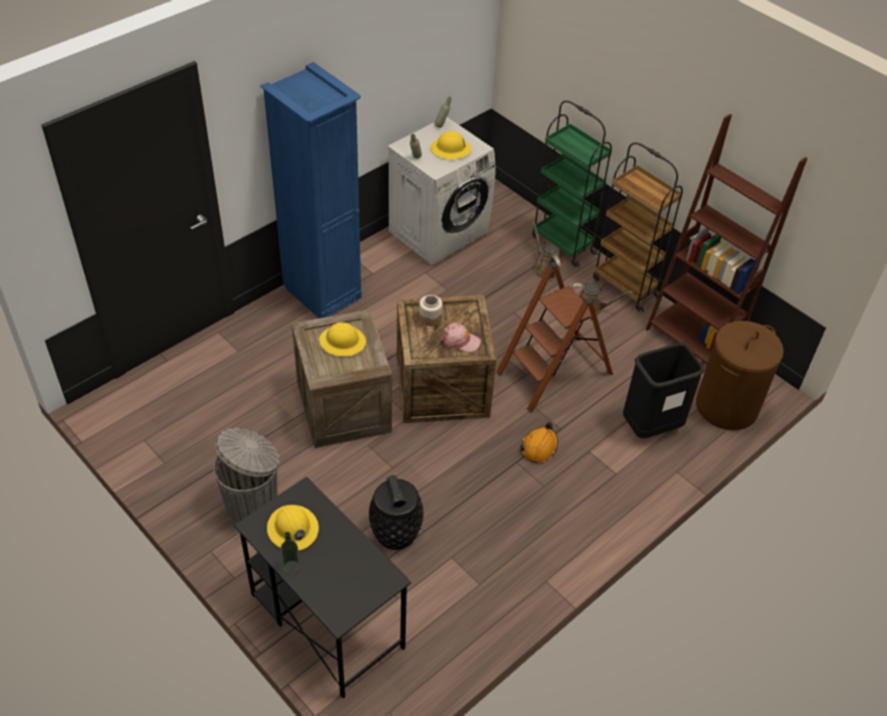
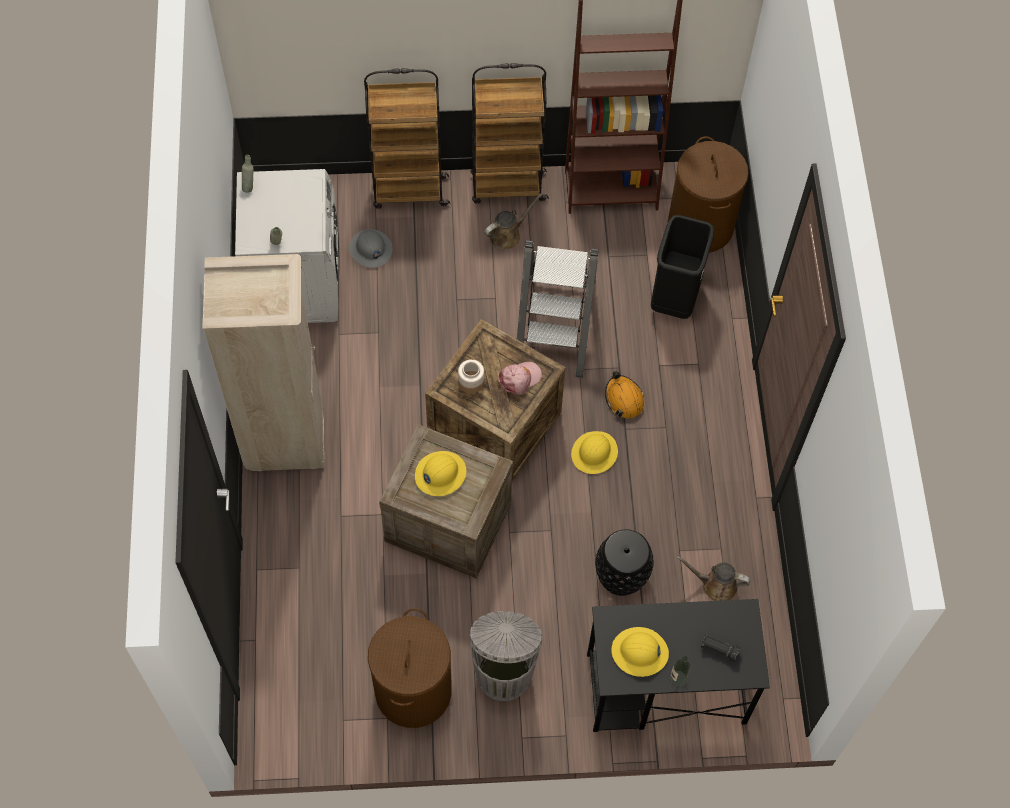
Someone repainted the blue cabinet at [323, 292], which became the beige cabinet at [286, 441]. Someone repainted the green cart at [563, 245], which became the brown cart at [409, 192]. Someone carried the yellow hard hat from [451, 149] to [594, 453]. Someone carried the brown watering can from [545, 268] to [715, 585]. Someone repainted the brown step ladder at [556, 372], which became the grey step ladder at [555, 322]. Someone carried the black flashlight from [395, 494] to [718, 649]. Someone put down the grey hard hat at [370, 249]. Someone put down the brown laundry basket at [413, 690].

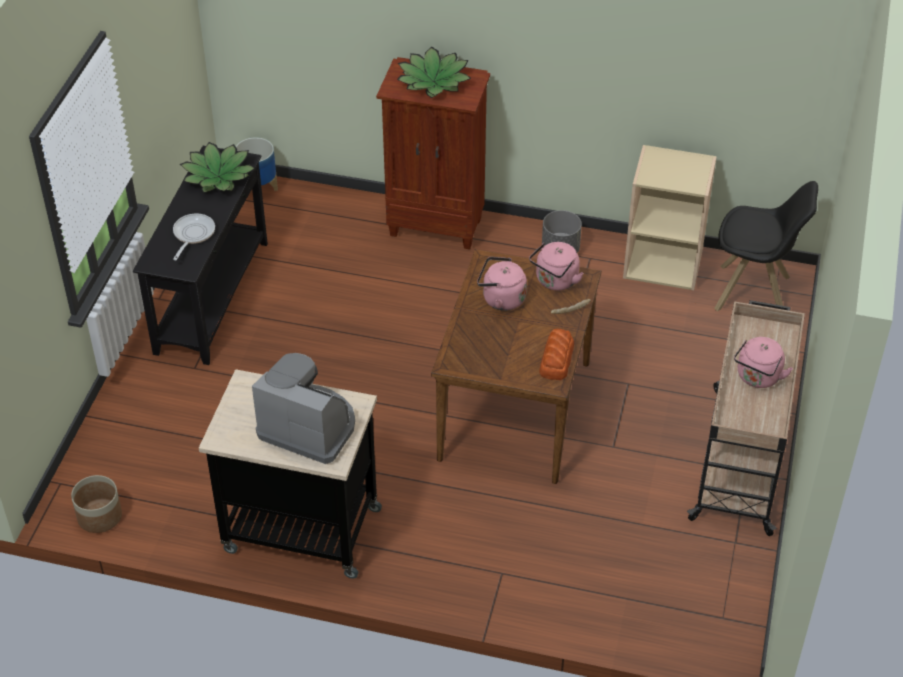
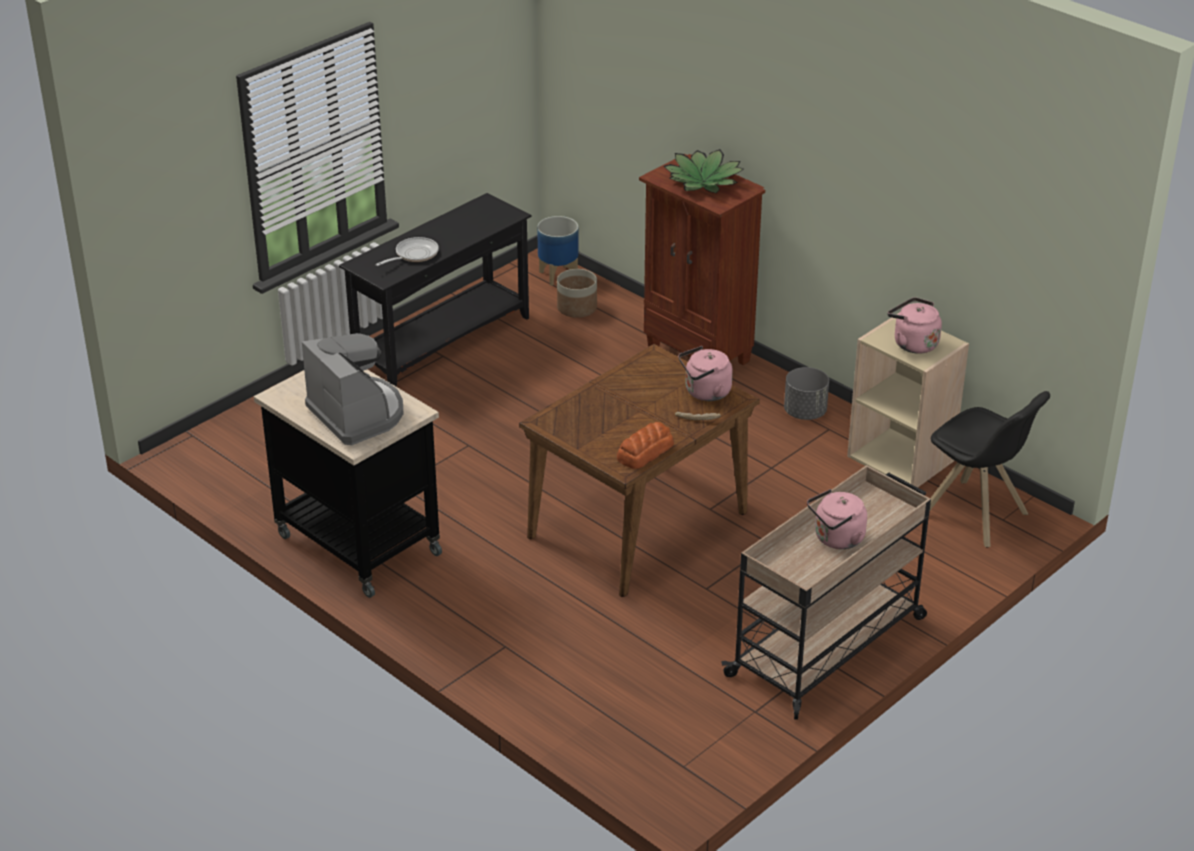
Someone took away the potted plant at [218, 176]. Someone carried the pink kettle from [501, 299] to [913, 343]. Someone carried the planter from [99, 516] to [576, 308].

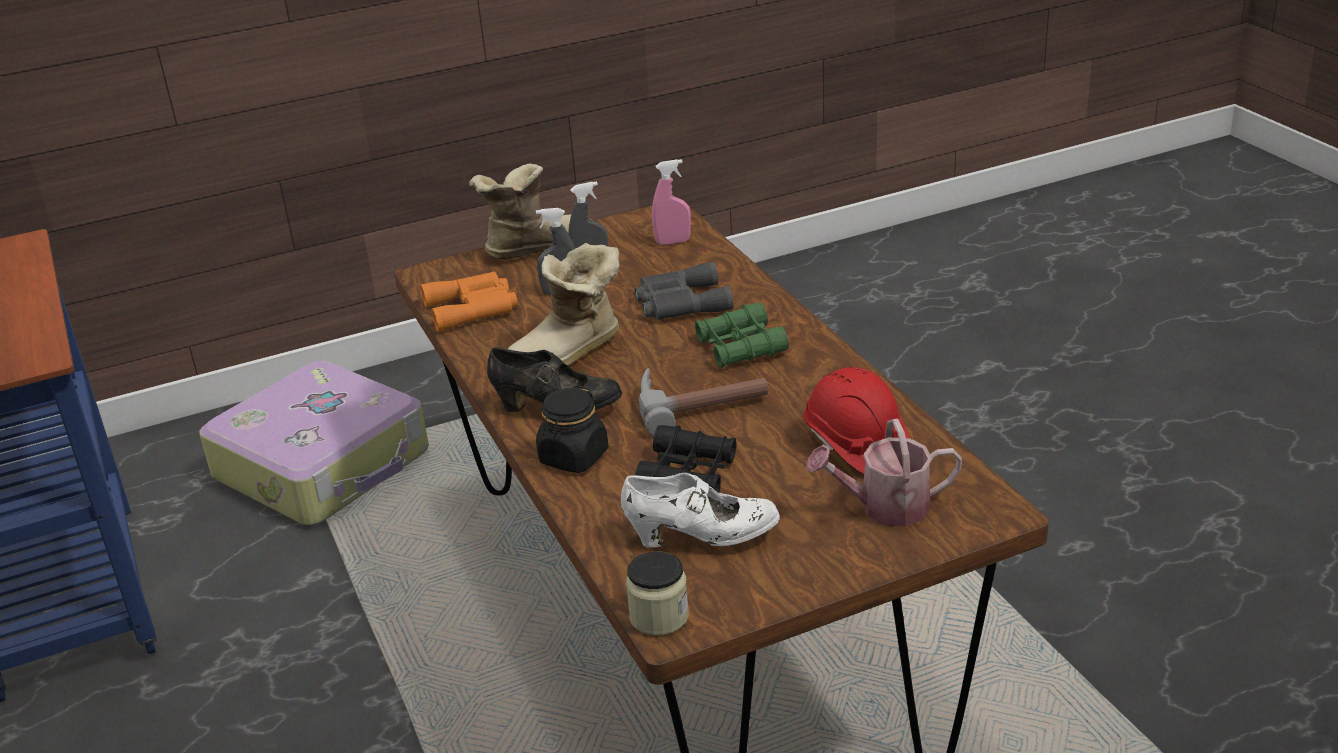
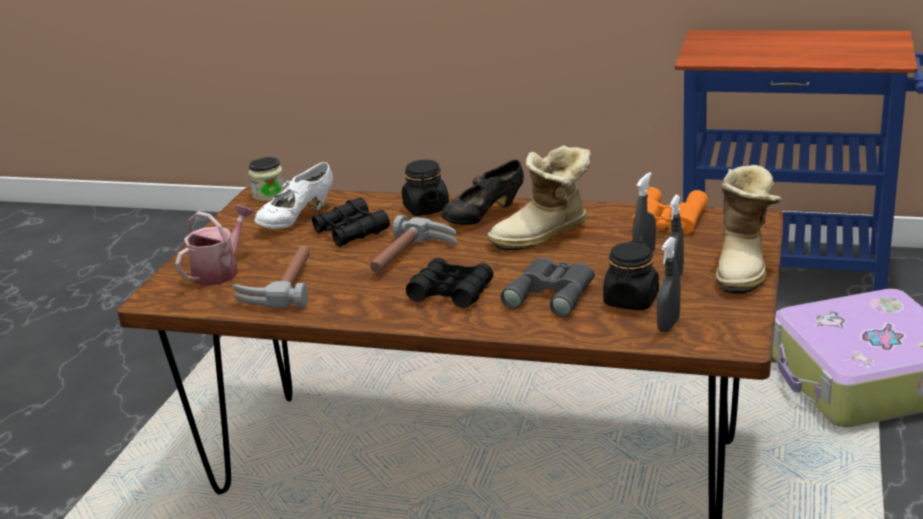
Someone repainted the pink spray bottle at [673, 242], which became the grey spray bottle at [668, 325]. Someone rotated the boot at [569, 354] by 120 degrees counterclockwise. Someone repainted the green binoculars at [740, 347], which became the black binoculars at [451, 292]. Someone swapped the red hard hat at [856, 445] for the hammer at [280, 286]. Someone put down the black jar at [631, 300].

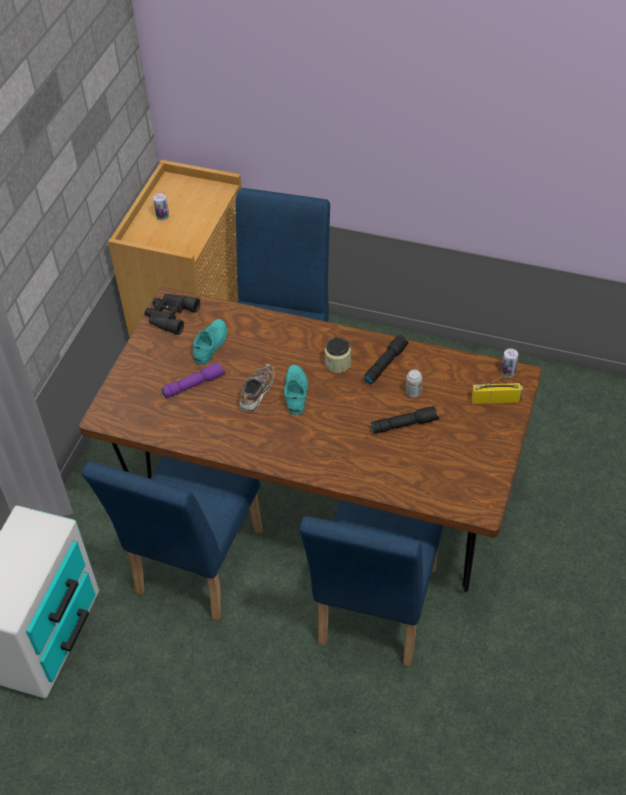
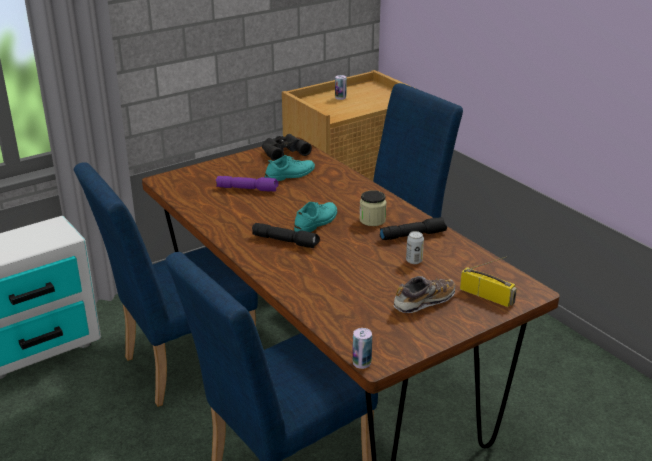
Someone carried the can from [508, 372] to [361, 363]. Someone carried the shoe from [257, 392] to [424, 302]. Someone carried the black flashlight from [404, 424] to [286, 241].

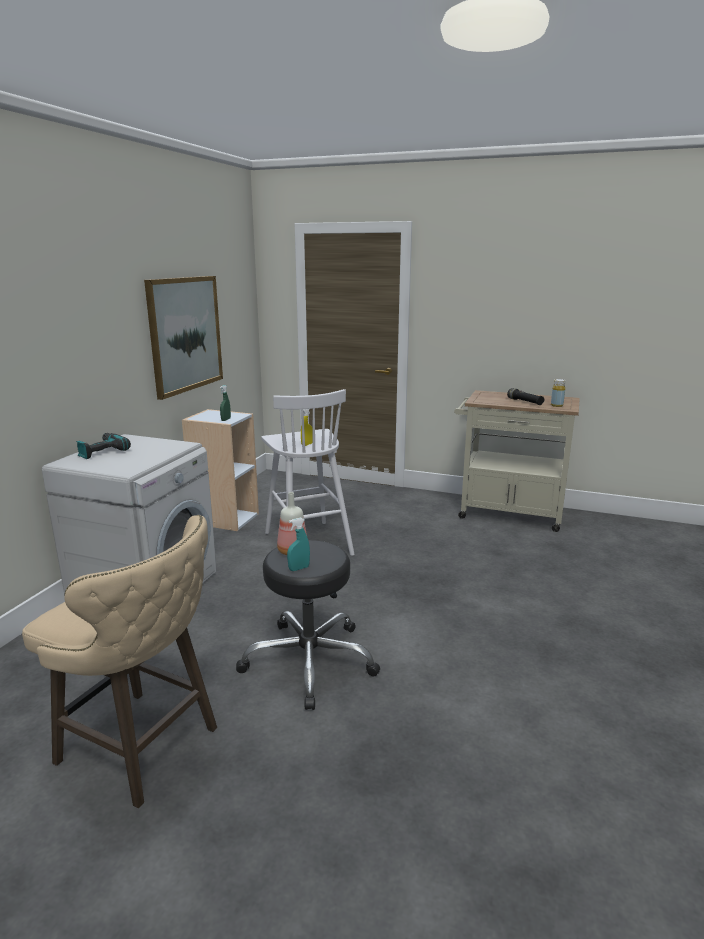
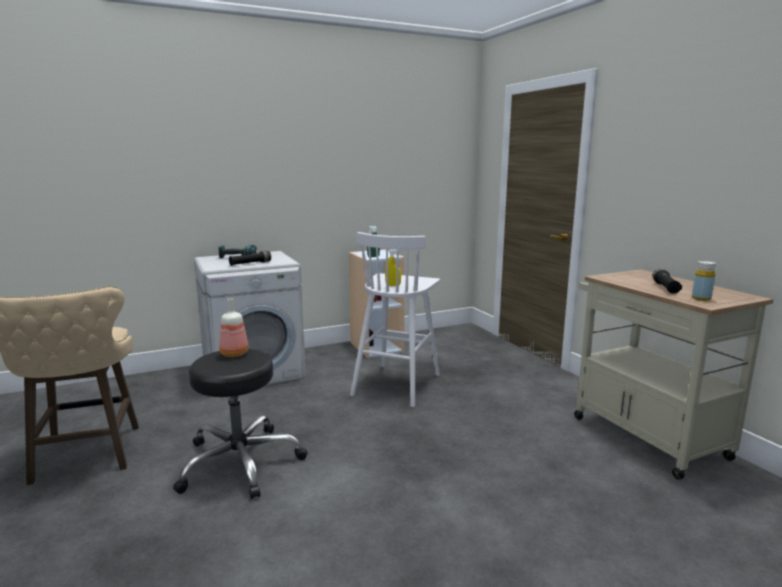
Someone took away the picture at [185, 334]. Someone took away the turquoise spray bottle at [299, 568]. Someone put down the black flashlight at [250, 264].

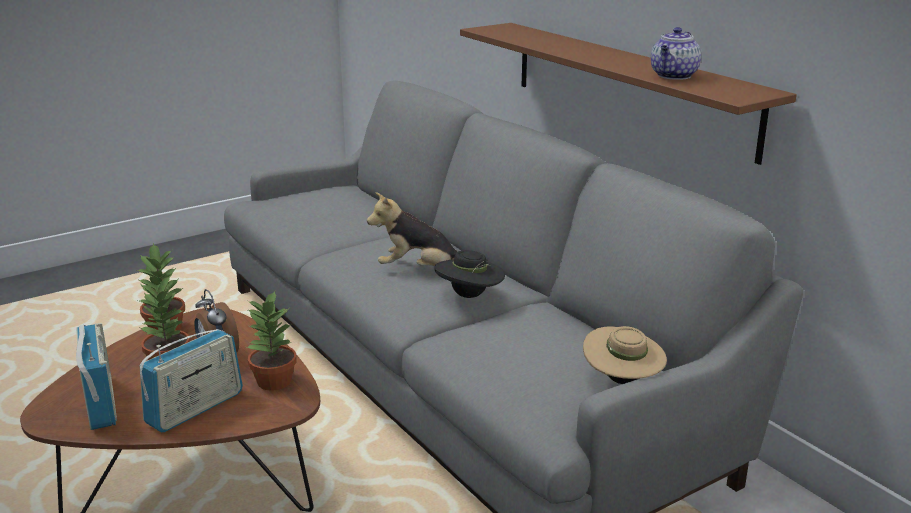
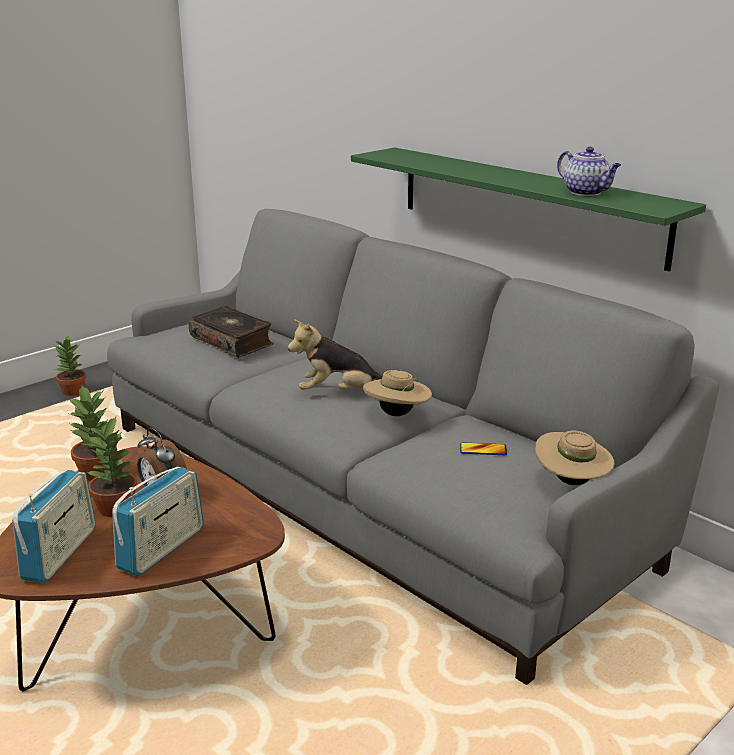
Someone repainted the brown shelf at [628, 86], which became the green shelf at [527, 204]. Someone rotated the teapot at [674, 76] by 60 degrees counterclockwise. Someone repainted the black hat at [469, 296], which became the beige hat at [397, 414]. Someone carried the potted plant from [273, 382] to [72, 391]. Someone rotated the radio at [100, 404] by 45 degrees clockwise. Someone put down the book at [232, 341]. Someone put down the phone at [483, 450].

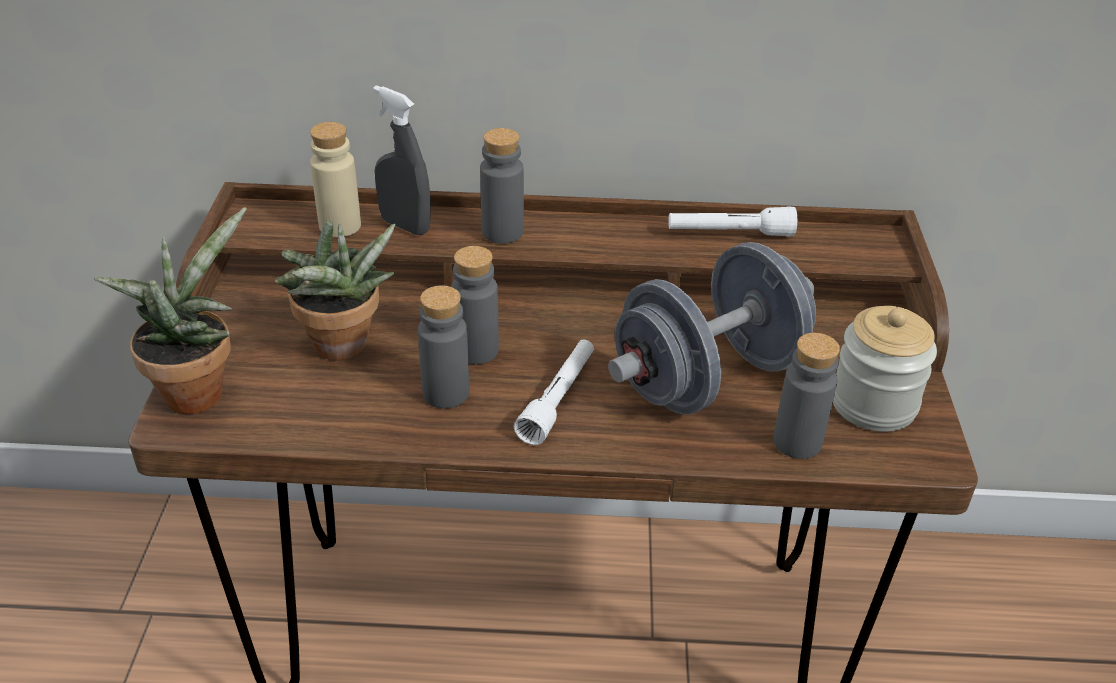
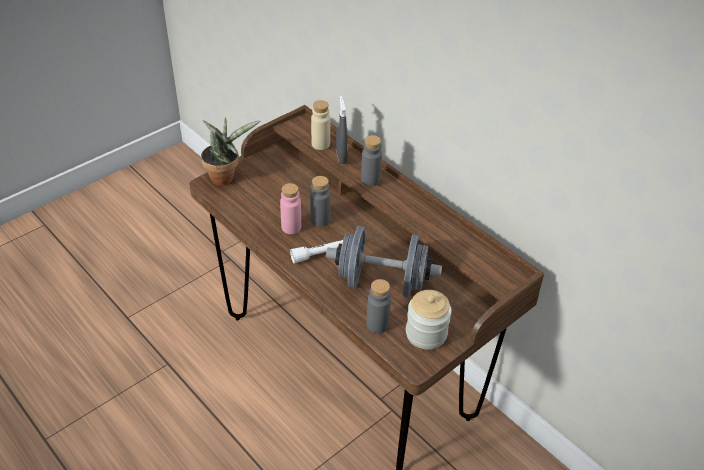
Someone took away the white flashlight at [729, 233]. Someone took away the potted plant at [343, 349]. Someone repainted the grey bottle at [446, 393], which became the pink bottle at [291, 227].

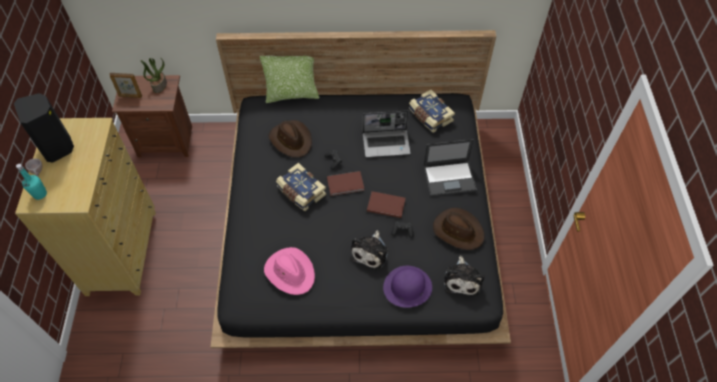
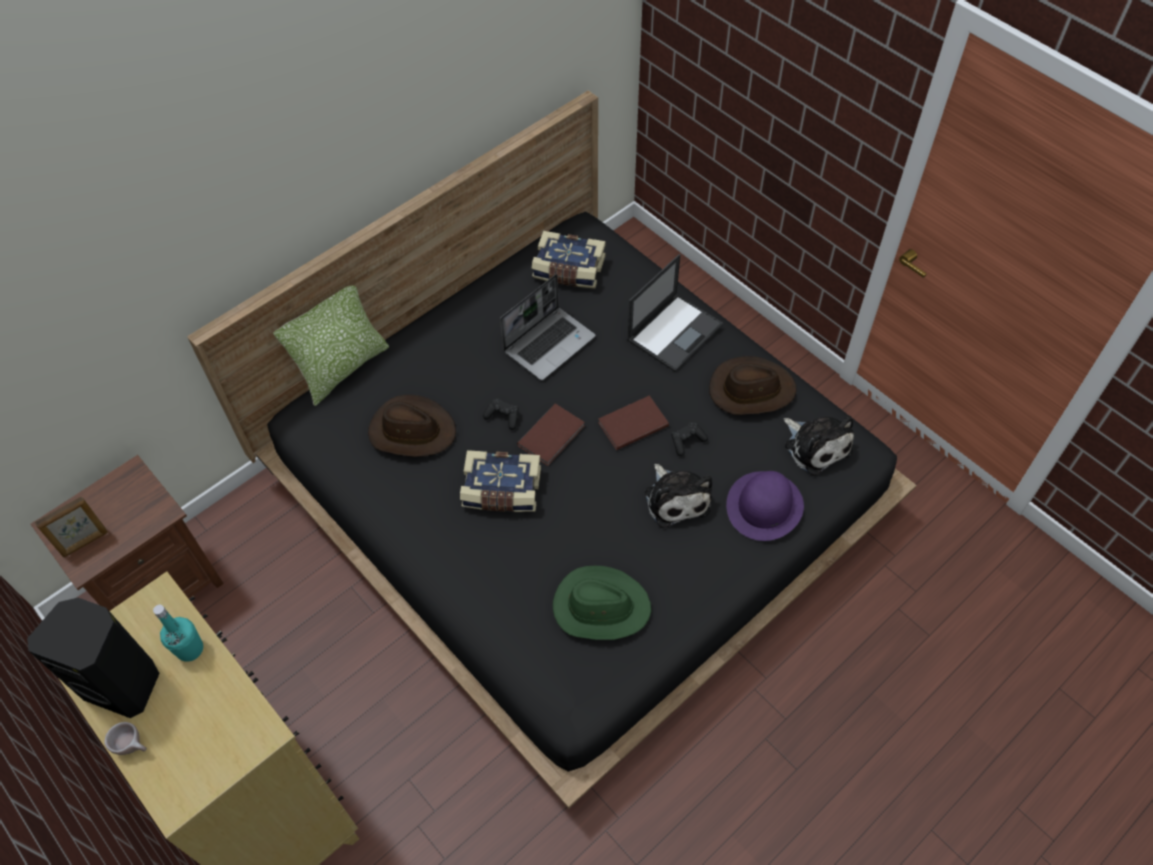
Someone took away the potted plant at [159, 85]. Someone carried the turquoise bottle from [40, 194] to [190, 649]. Someone repainted the pink hat at [290, 272], which became the green hat at [600, 606].

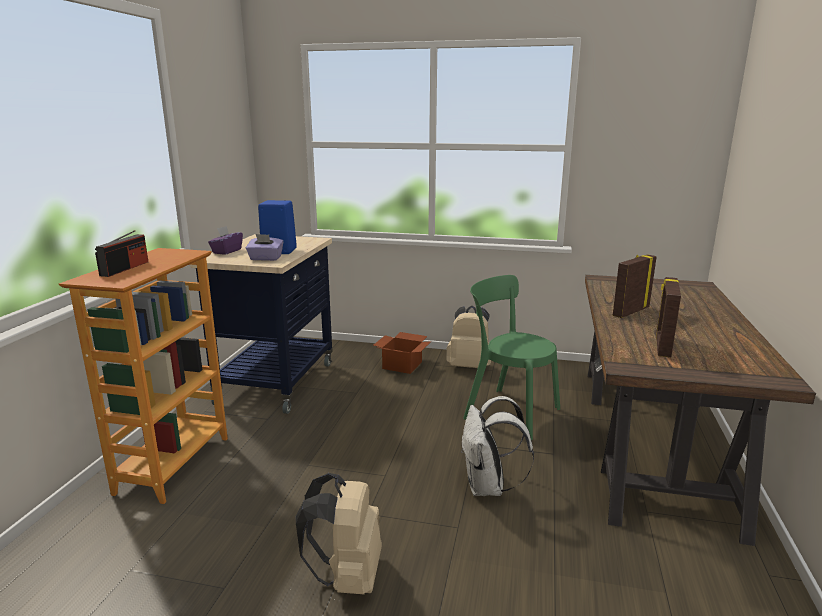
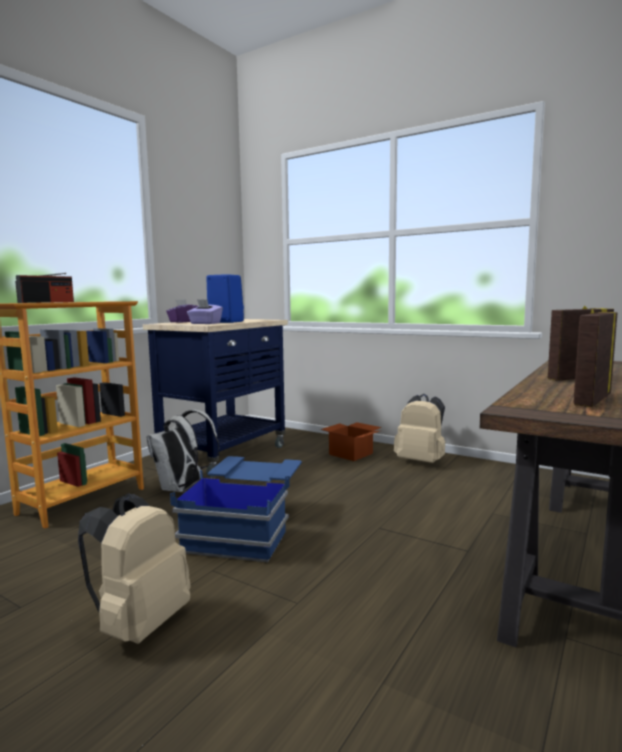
Someone took away the green chair at [508, 412]. Someone carried the white backpack from [488, 487] to [182, 488]. Someone put down the blue storage box at [246, 528].

